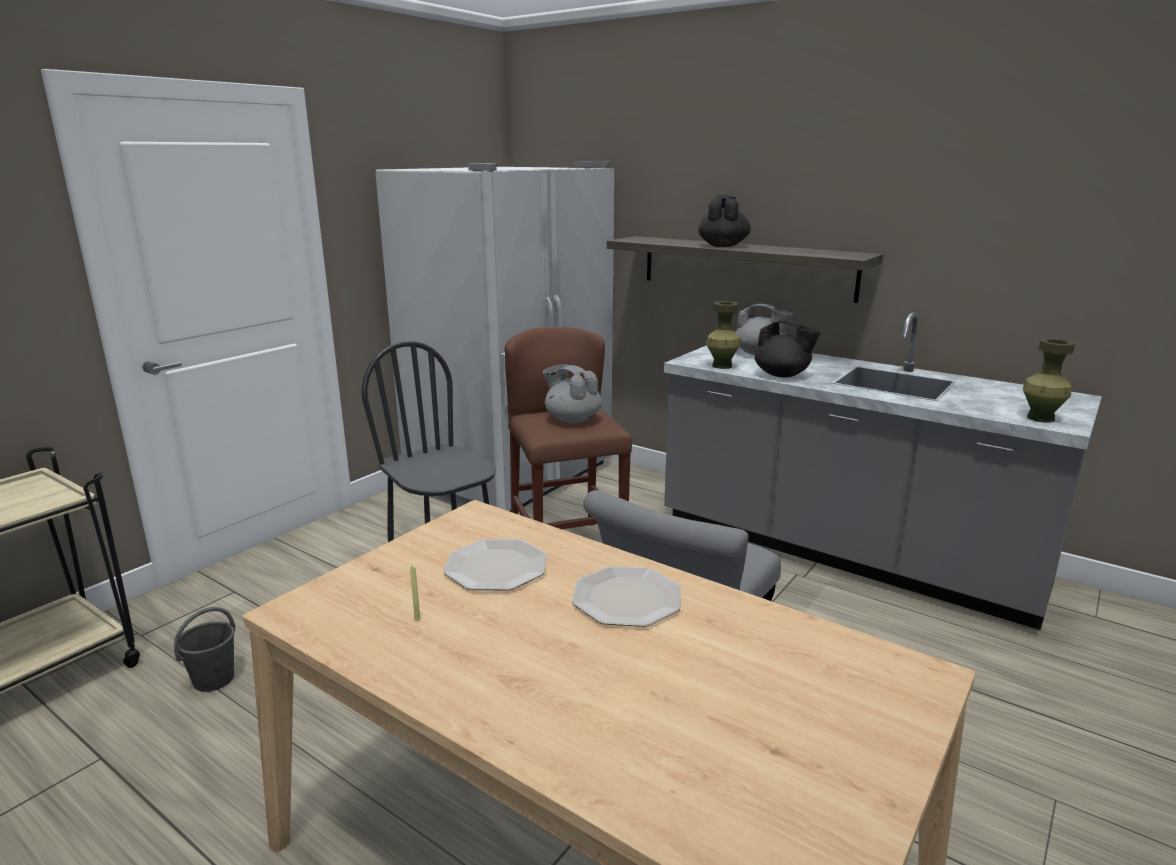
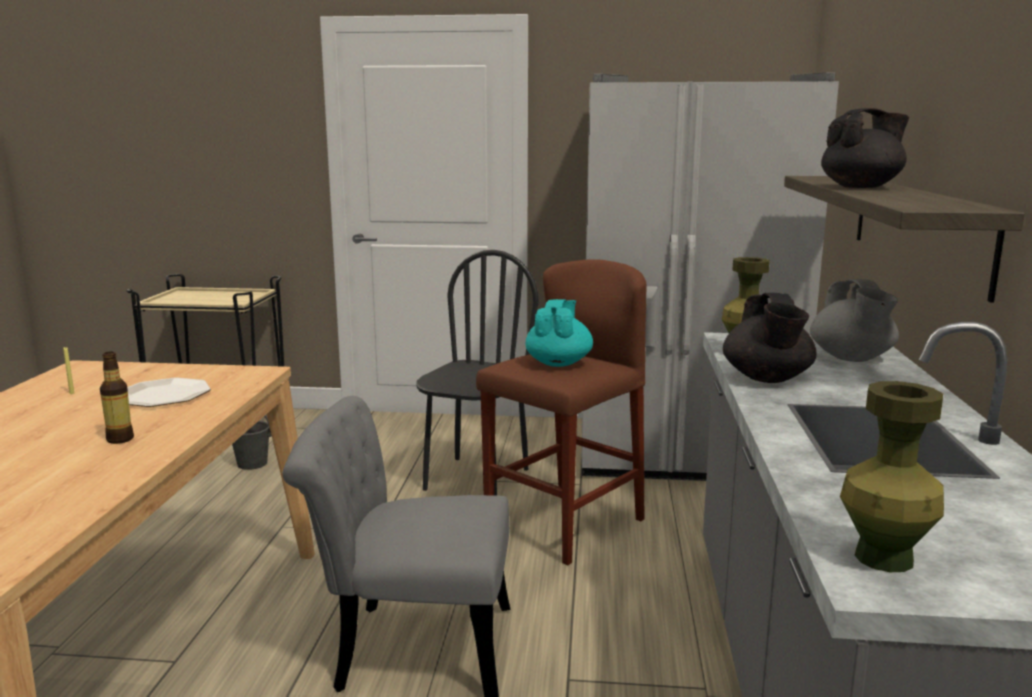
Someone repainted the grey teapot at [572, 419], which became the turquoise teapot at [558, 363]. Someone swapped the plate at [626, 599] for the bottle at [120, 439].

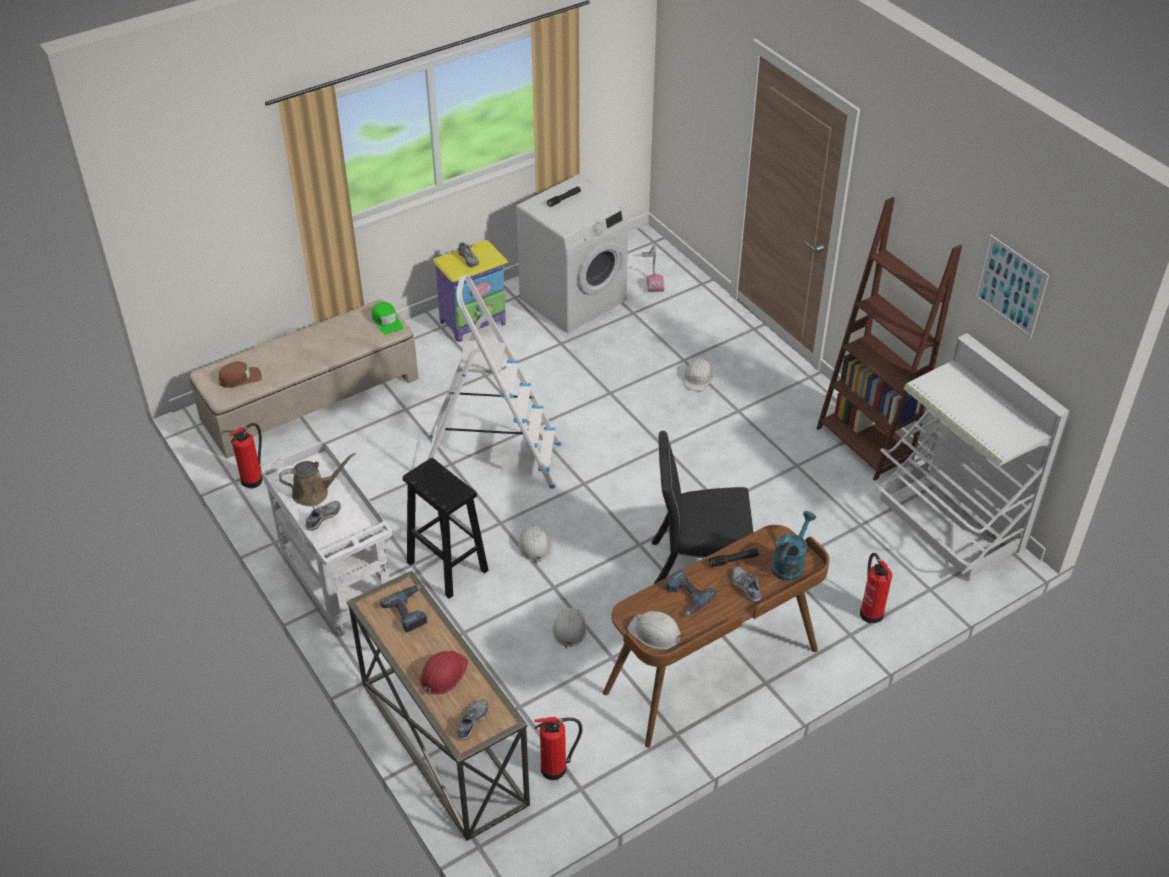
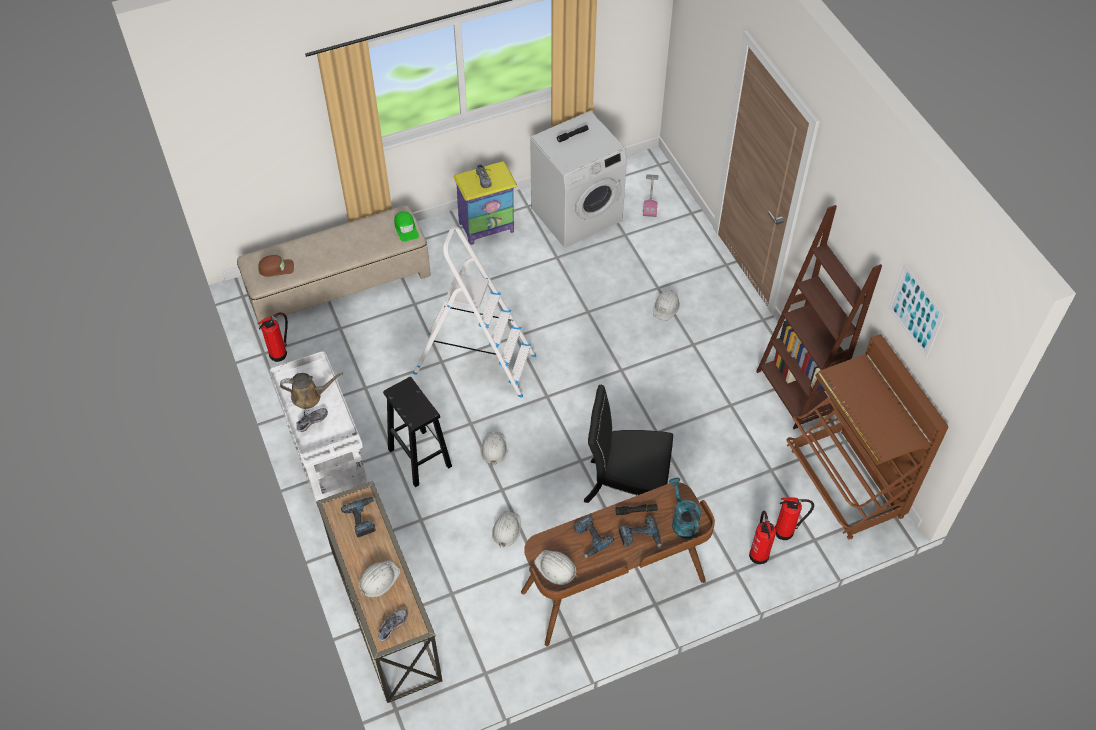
Someone repainted the white shoe rack at [945, 528], which became the brown shoe rack at [842, 484]. Someone rotated the turquoise watering can at [790, 563] by 60 degrees counterclockwise. Someone swapped the shoe at [745, 587] for the power drill at [640, 537]. Someone repainted the red hard hat at [443, 674], which became the white hard hat at [378, 580]. Someone carried the fire extinguisher from [556, 768] to [786, 531].

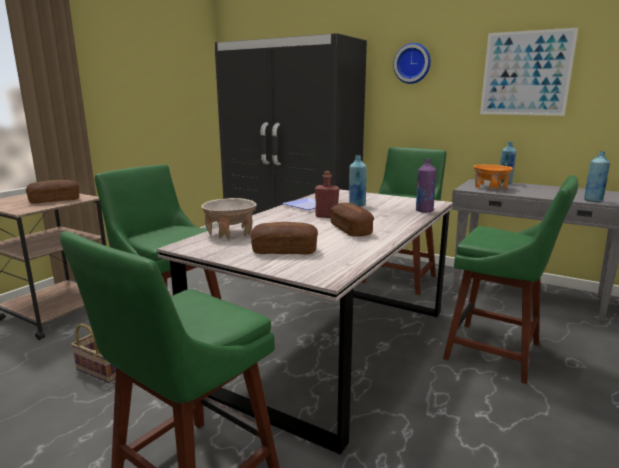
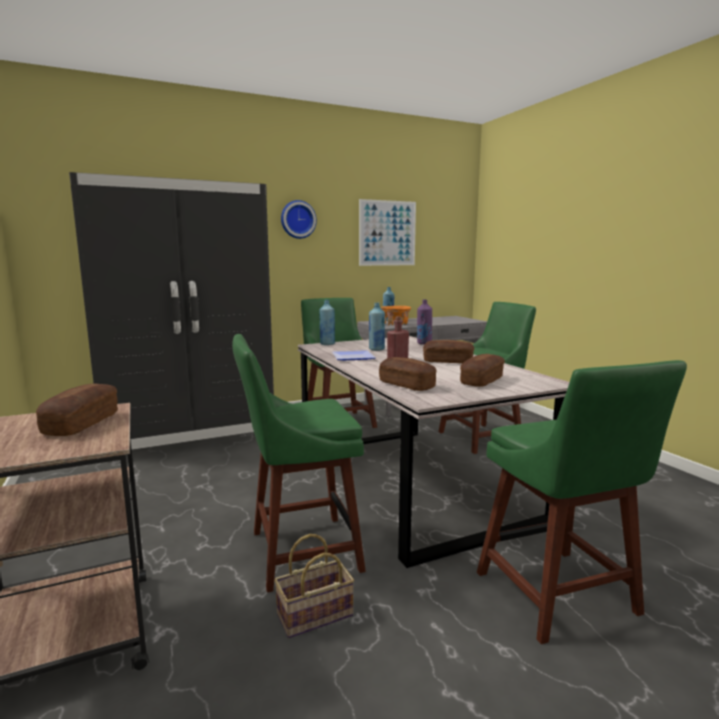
Someone carried the blue bottle from [593, 200] to [327, 344]. Someone swapped the beige bowl at [230, 233] for the bread at [406, 385].

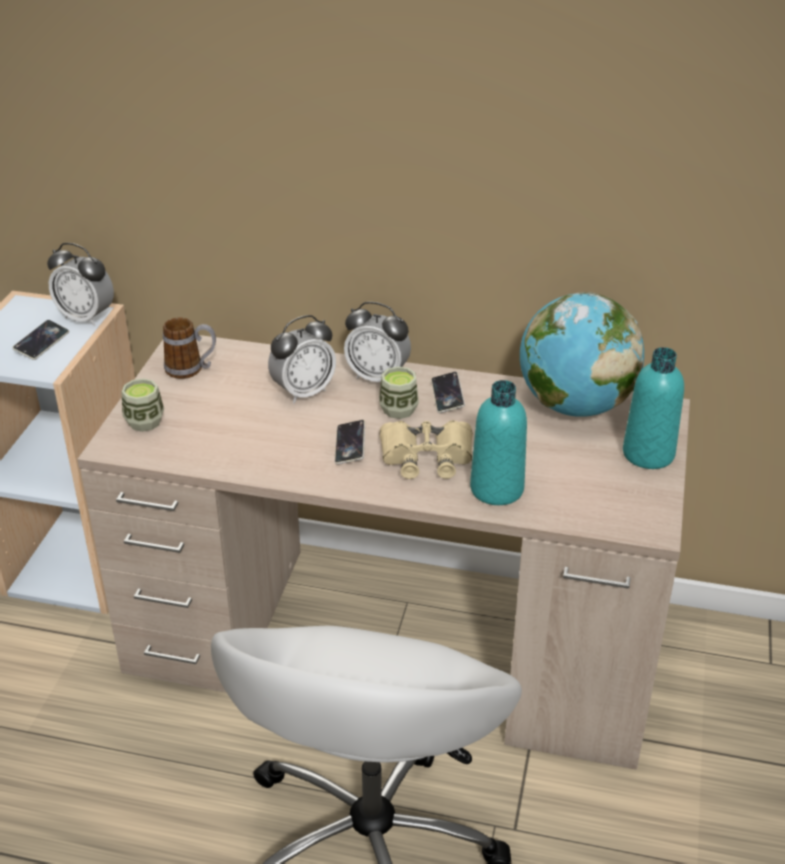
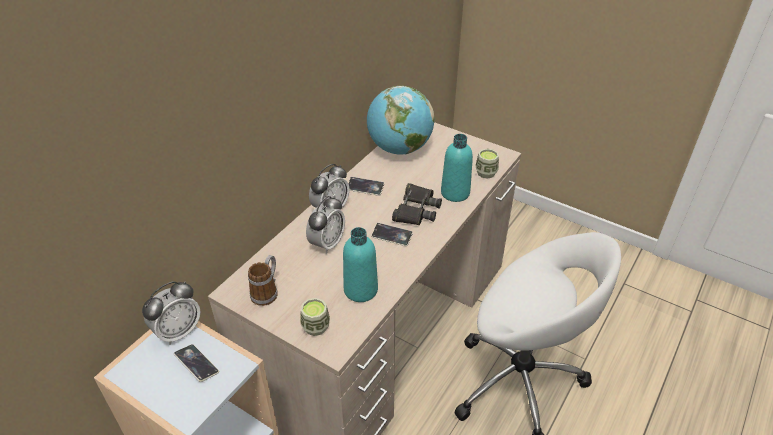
Someone rotated the alarm clock at [303, 392] by 45 degrees clockwise. Someone carried the turquoise bottle from [648, 454] to [360, 290]. Someone carried the cup from [398, 409] to [486, 173]. Someone repainted the beige binoculars at [426, 456], which became the black binoculars at [416, 210].

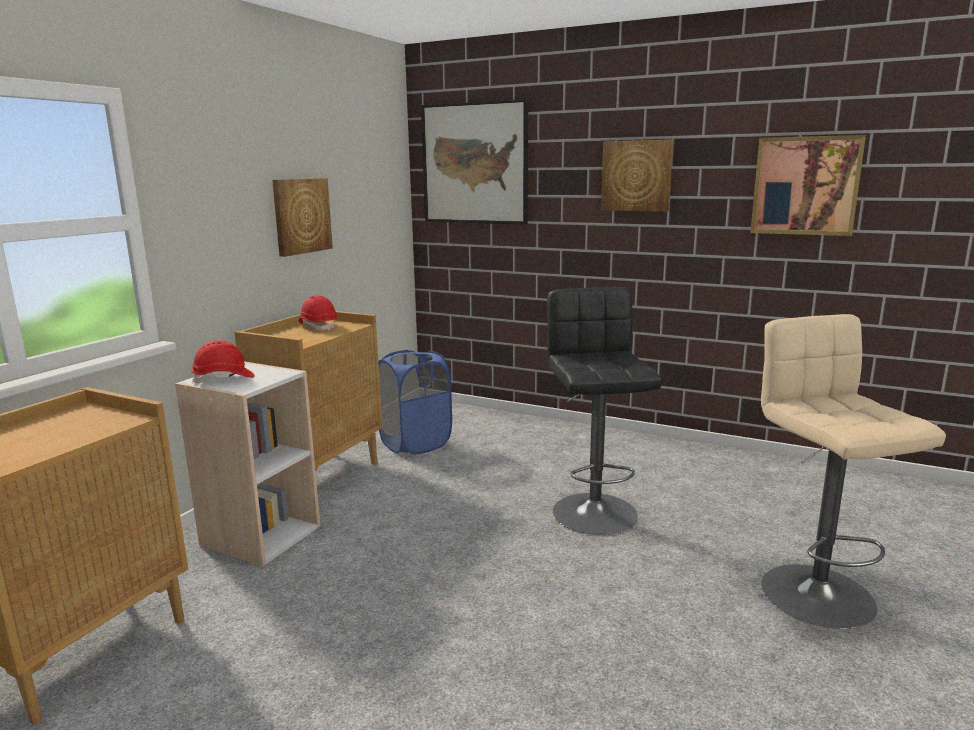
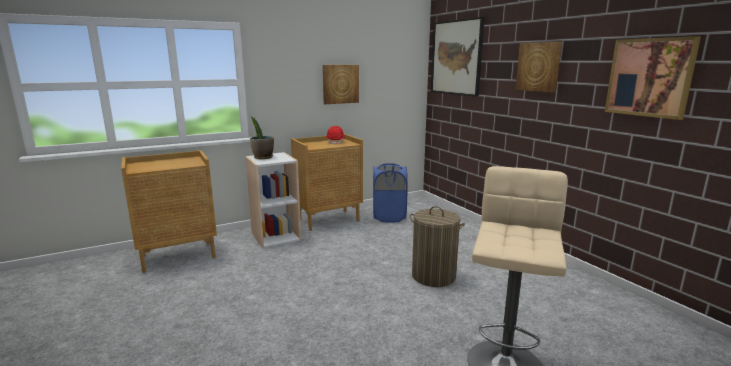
Someone swapped the black stool at [595, 513] for the laundry basket at [433, 276]. Someone swapped the red hard hat at [224, 379] for the potted plant at [263, 157].

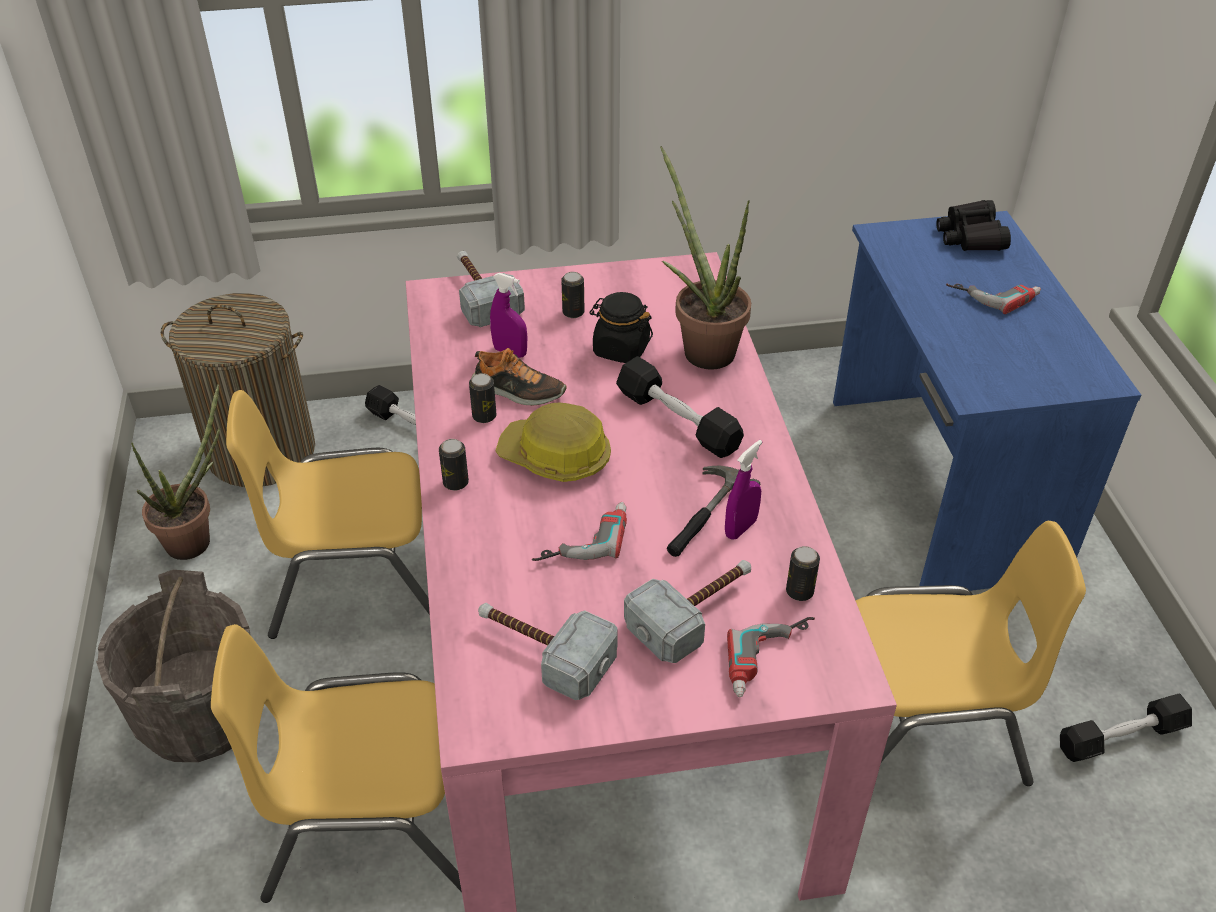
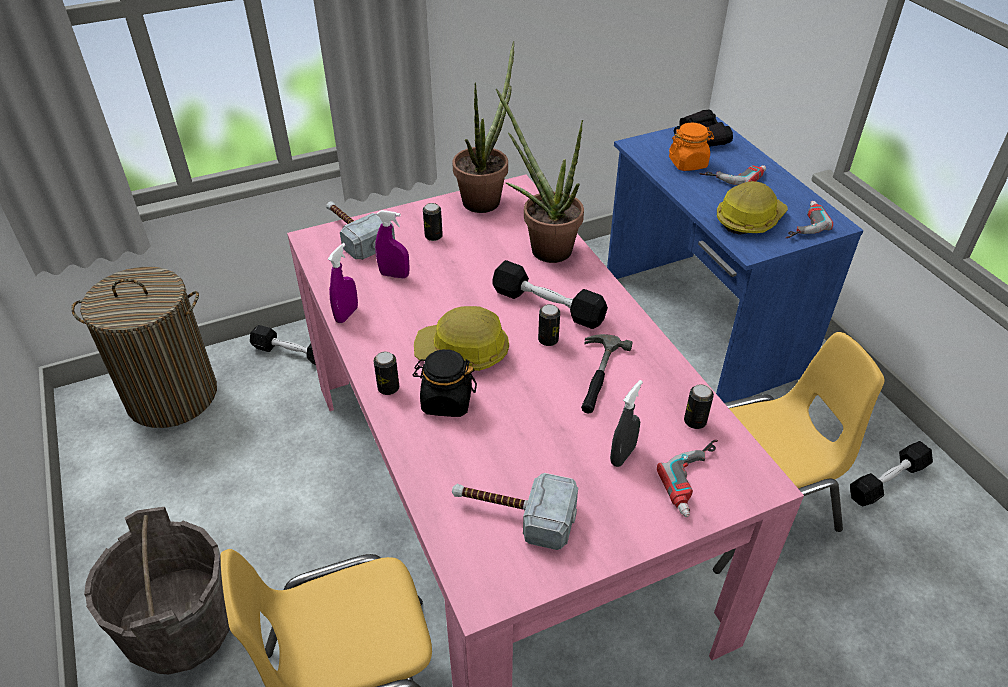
Someone carried the black jar from [620, 349] to [446, 401]. Someone took away the shoe at [518, 391]. Someone carried the can from [484, 416] to [548, 340]. Someone carried the potted plant from [197, 538] to [485, 198]. Someone took away the yellow chair at [357, 579]. Someone carried the purple spray bottle from [740, 528] to [346, 315]. Someone carried the power drill from [581, 537] to [800, 223]. Someone swapped the hammer at [695, 612] for the grey spray bottle at [622, 455]. Someone put down the orange jar at [688, 163]. Someone put down the hard hat at [748, 219].

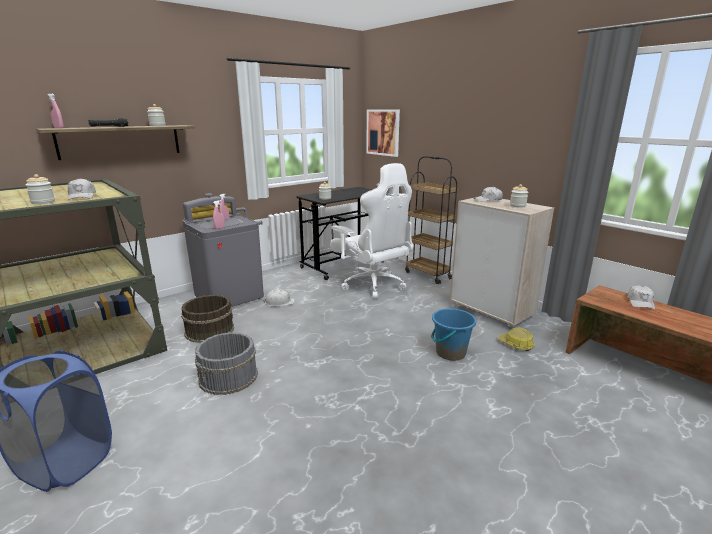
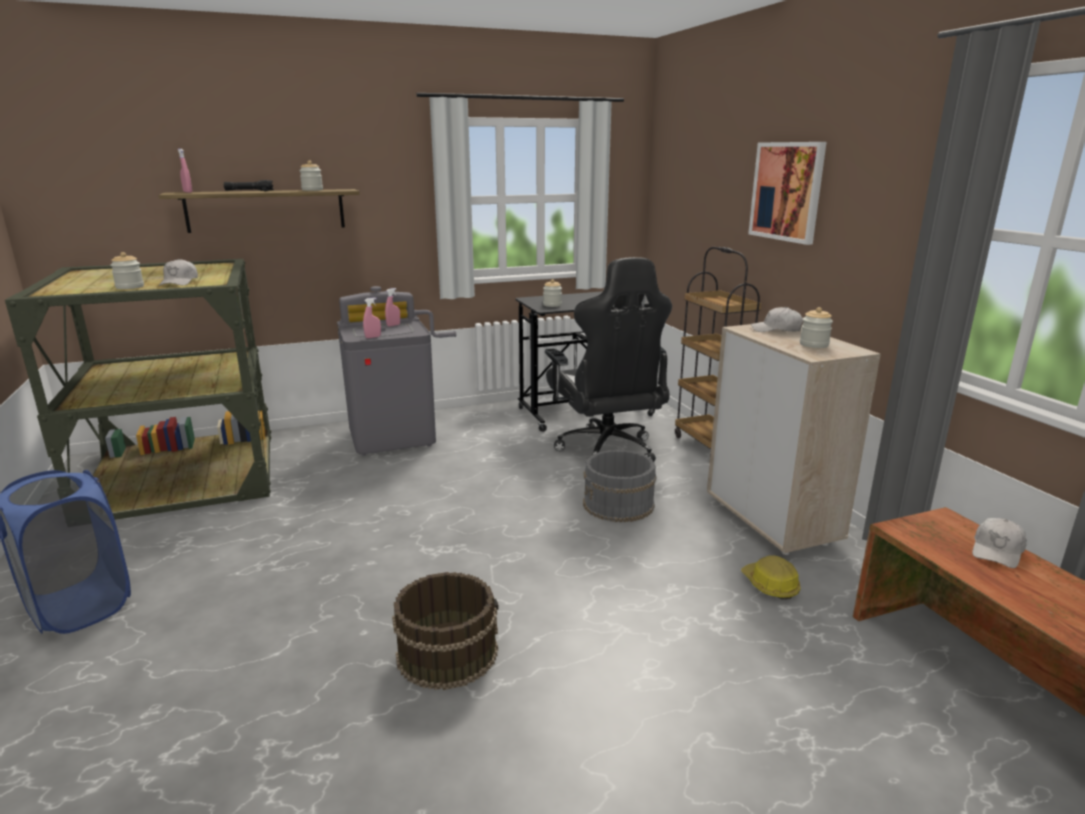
Someone carried the picture from [383, 132] to [787, 191]. Someone repainted the white office chair at [370, 284], which became the black office chair at [604, 448]. Someone took away the white hard hat at [279, 302]. Someone carried the brown bucket from [209, 330] to [447, 652]. Someone took away the blue bucket at [450, 352]. Someone carried the grey bucket from [229, 377] to [618, 504].

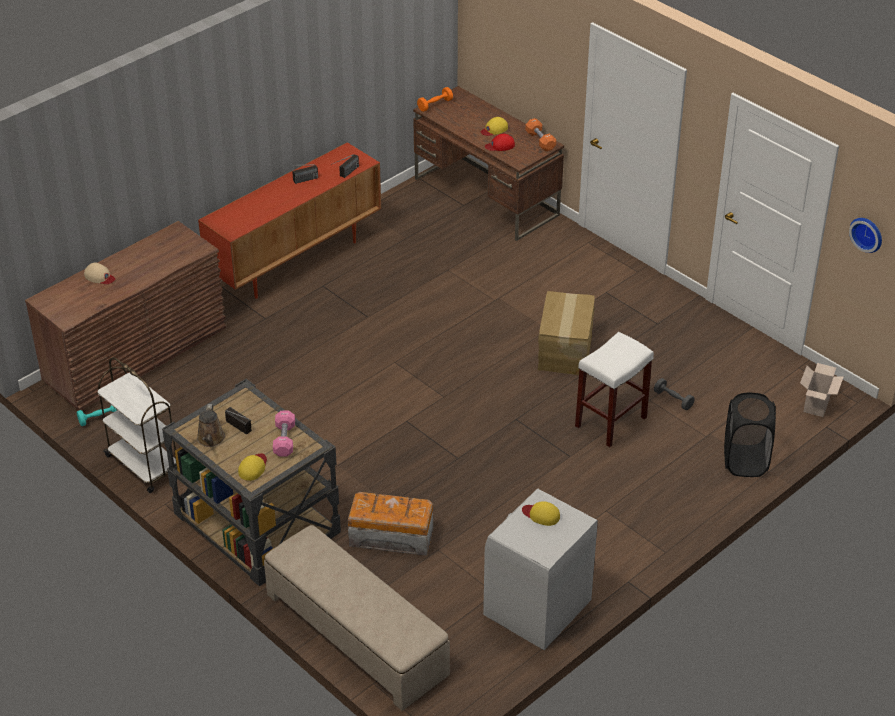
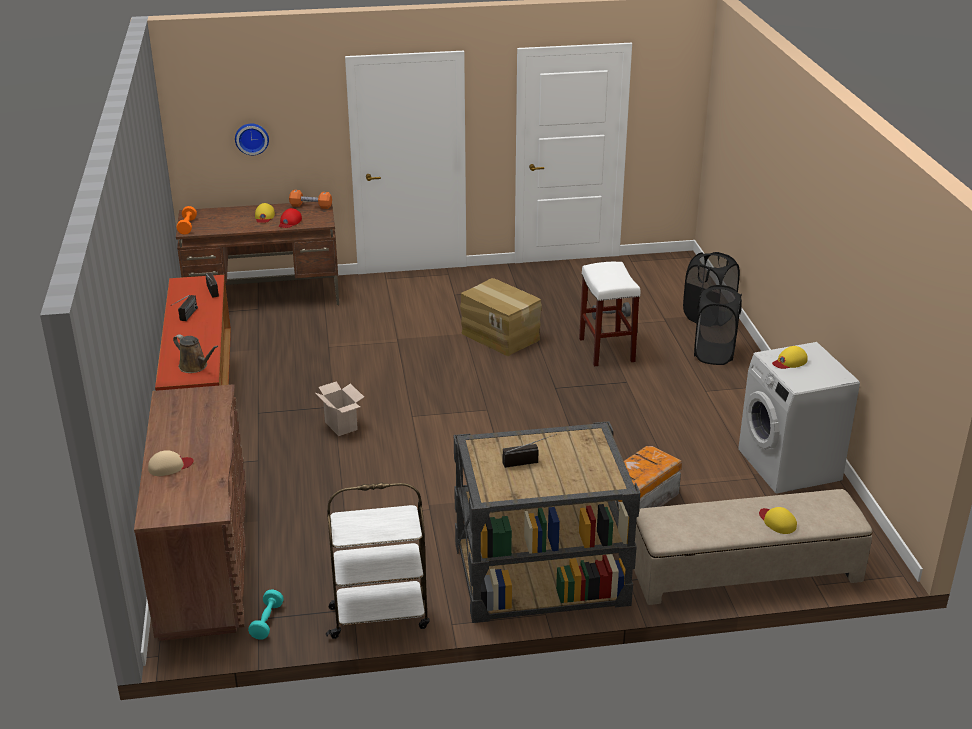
Someone carried the wall clock from [867, 233] to [251, 138]. Someone carried the cardboard box from [817, 406] to [342, 426]. Someone carried the brown watering can from [210, 439] to [195, 366]. Someone took away the pink dumbbell at [284, 440]. Someone carried the yellow cap from [253, 468] to [777, 522]. Someone put down the black laundry basket at [714, 354].

